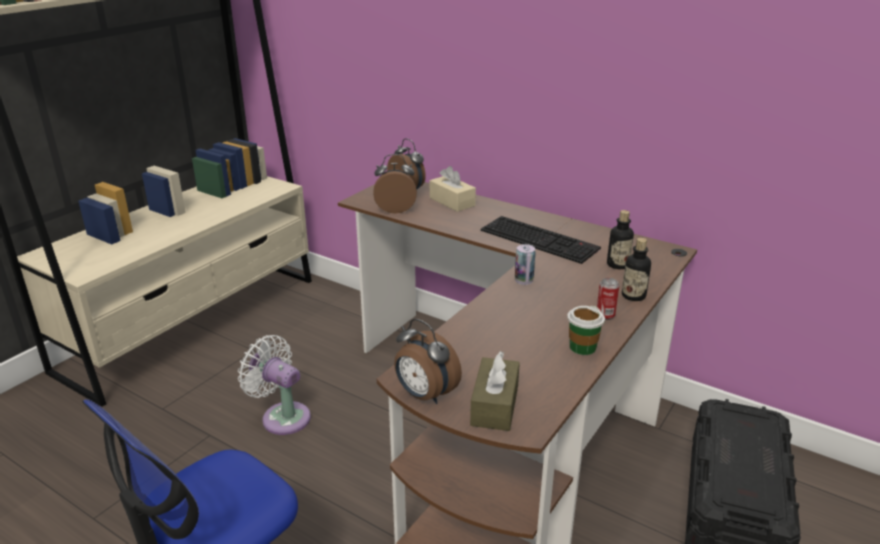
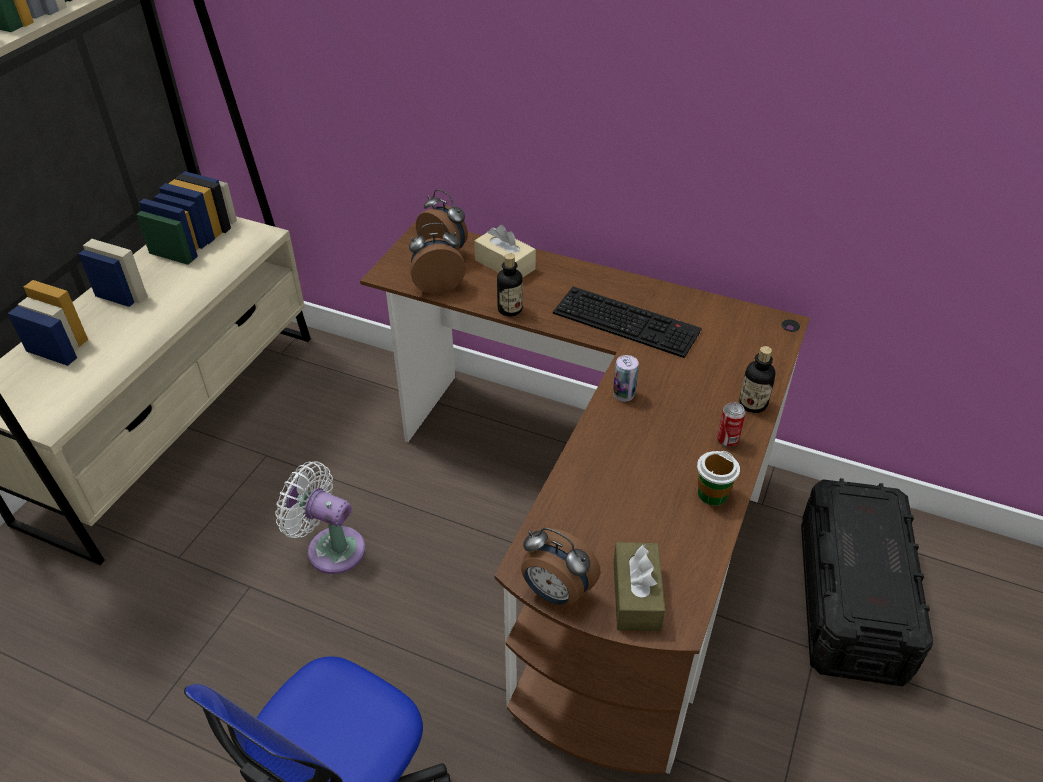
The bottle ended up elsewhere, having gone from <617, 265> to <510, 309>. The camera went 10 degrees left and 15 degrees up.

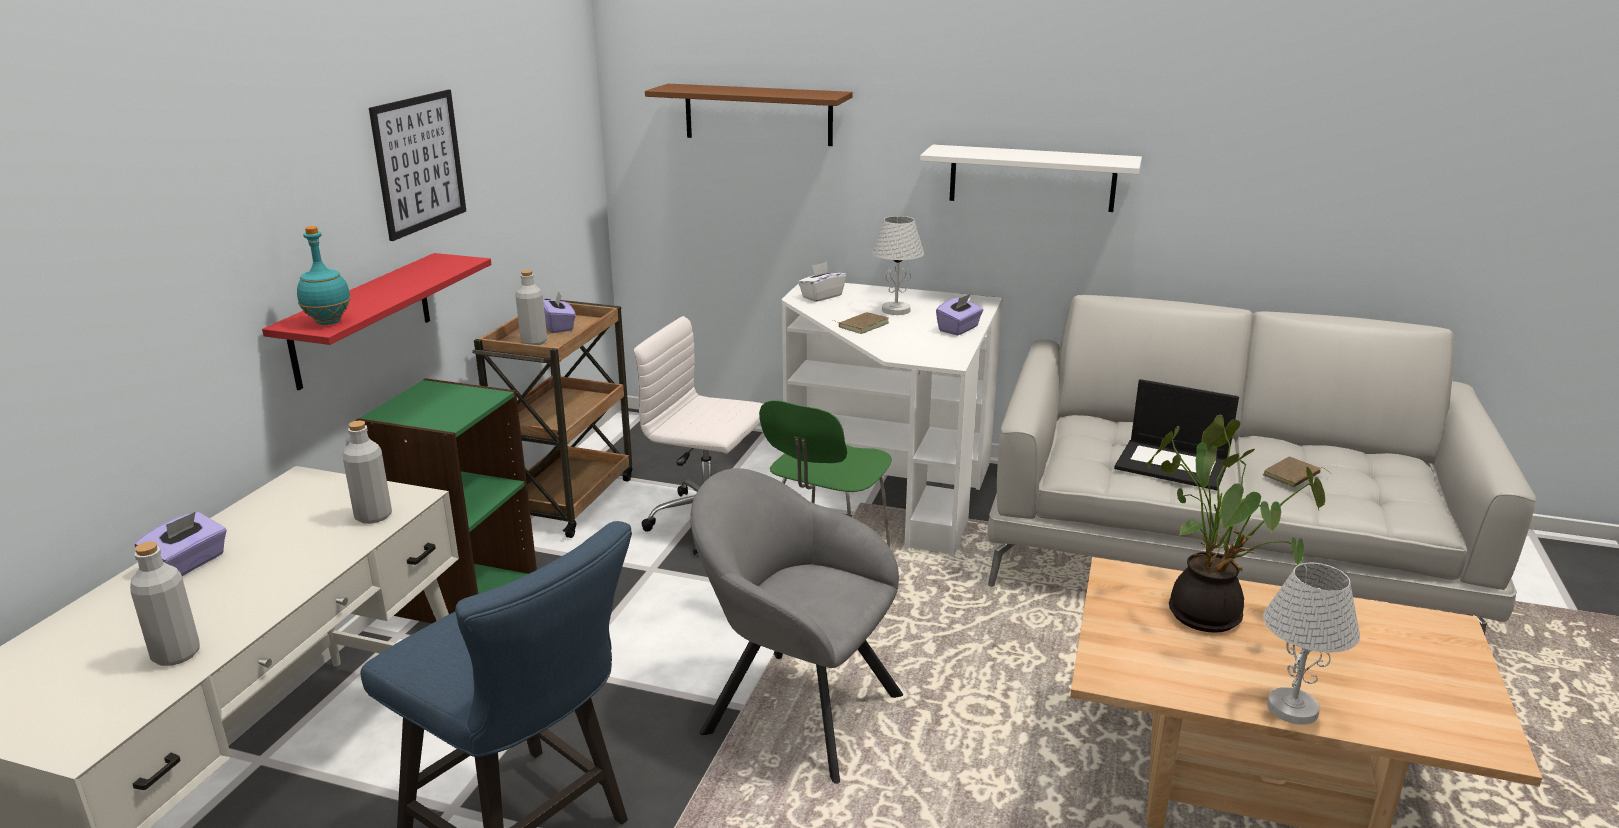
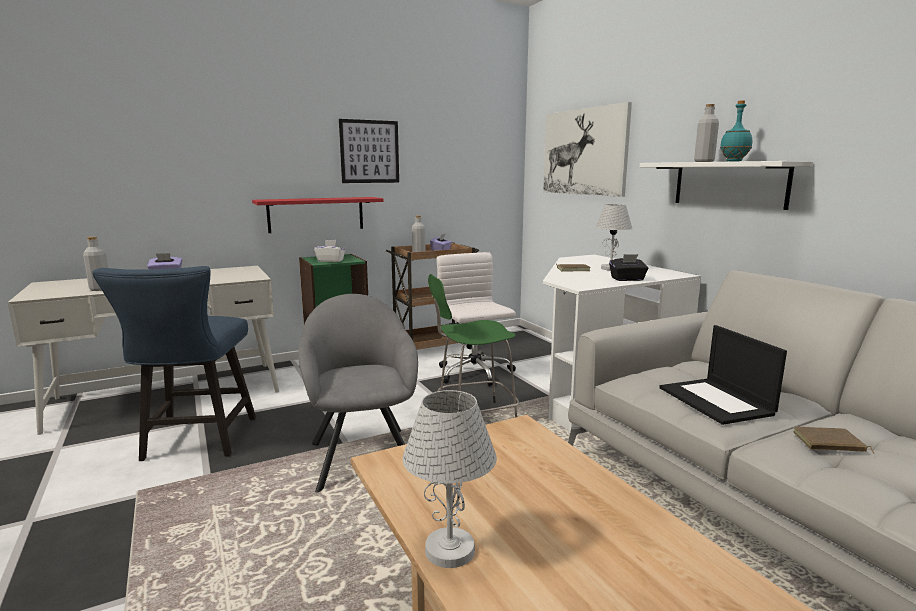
The white tissue box ended up elsewhere, having gone from <821, 296> to <330, 261>. Where the brown shelf hung at <758, 114>, the picture came to hang at <584, 152>. What was the purple tissue box at <959, 329> turned into the black tissue box at <627, 279>. The grey bottle ended up elsewhere, having gone from <373, 516> to <704, 161>. The turquoise bottle ended up elsewhere, having gone from <328, 322> to <734, 161>. The second view lost the potted plant at <1209, 613>. The camera went 45 degrees right and 10 degrees down.

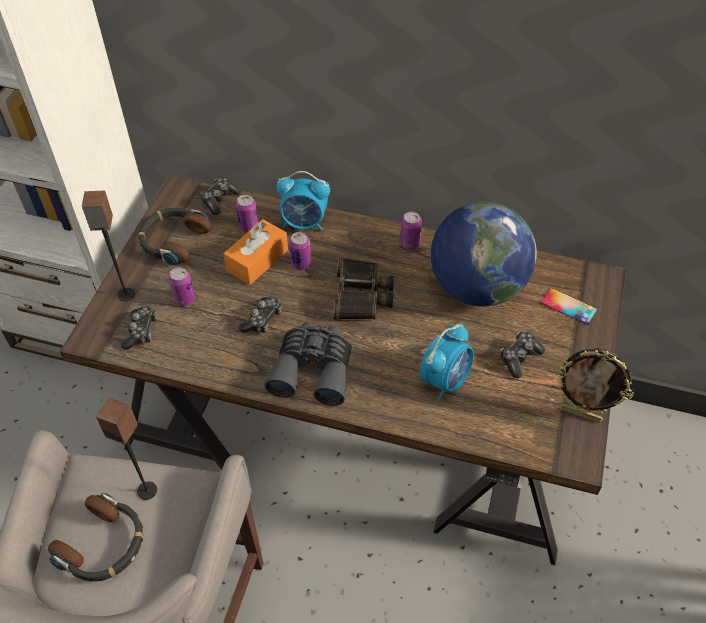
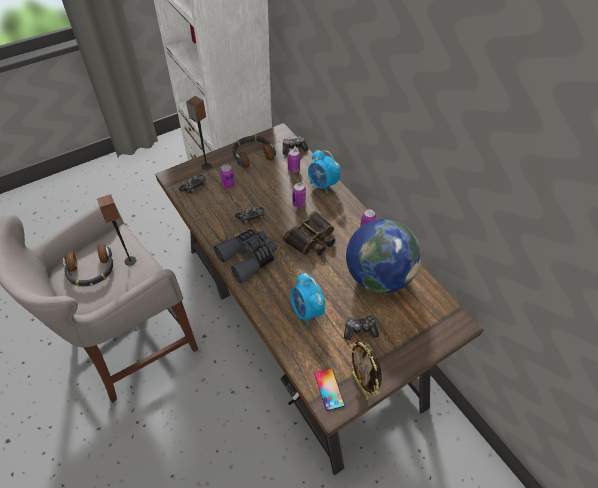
The alarm clock at <445, 380> ended up facing another way, 75 degrees clockwise from before. The phone ended up elsewhere, having gone from <569, 306> to <329, 389>. The second view lost the orange tissue box at <257, 260>. The camera went 40 degrees right and 0 degrees up.

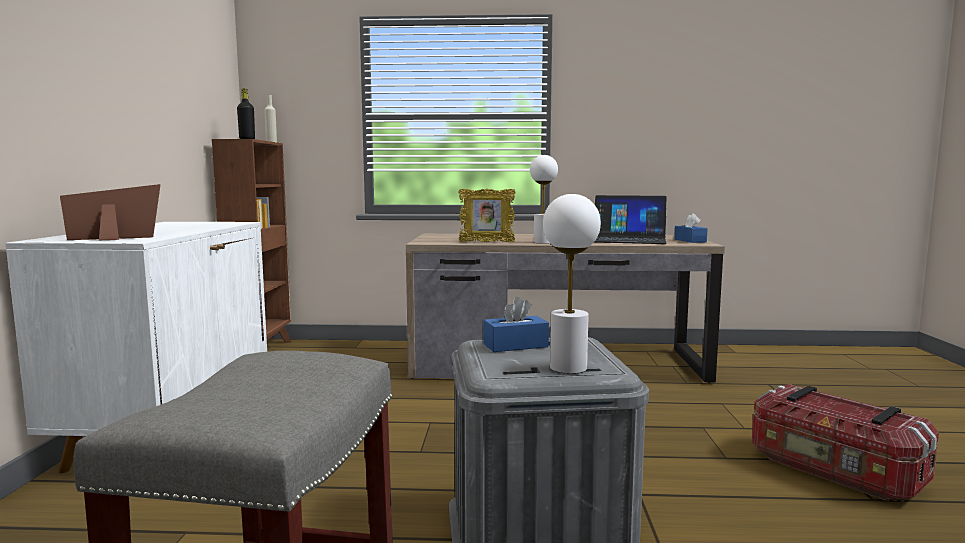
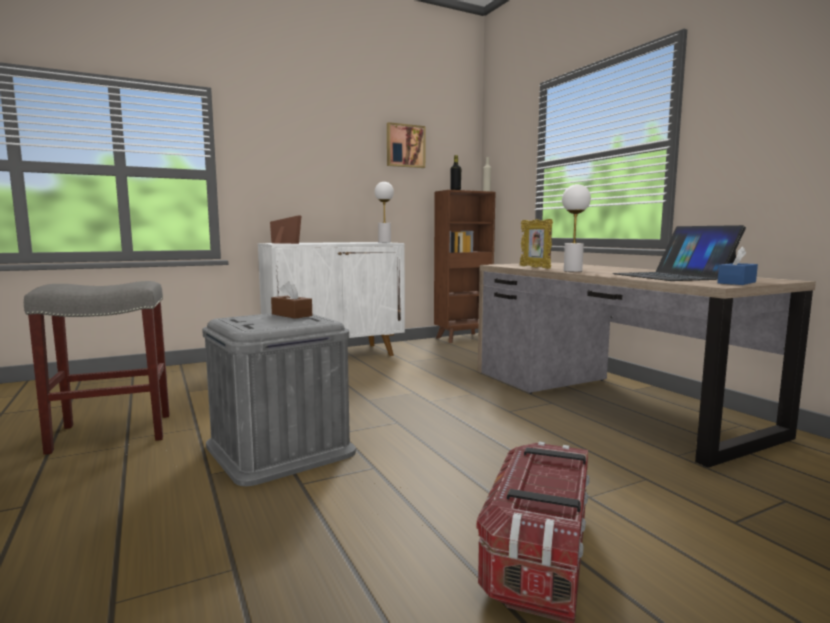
What was the blue tissue box at <515, 345> turned into the brown tissue box at <291, 315>. The white table lamp ended up elsewhere, having gone from <568, 368> to <384, 242>. The second view gained the picture at <405, 146>. The camera went 60 degrees right and 0 degrees up.

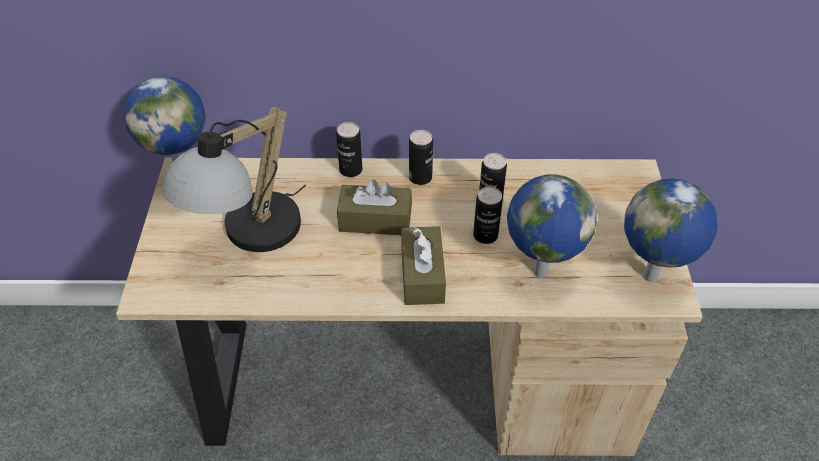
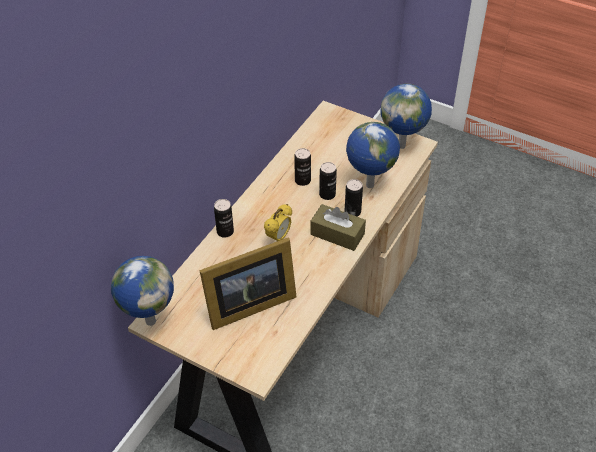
Where the table lamp stood at <249, 238>, the picture frame came to stand at <247, 305>. Where the brown tissue box stood at <375, 220>, the alarm clock came to stand at <278, 237>. The can ended up elsewhere, having gone from <420, 177> to <352, 212>. The camera went 60 degrees left and 0 degrees up.

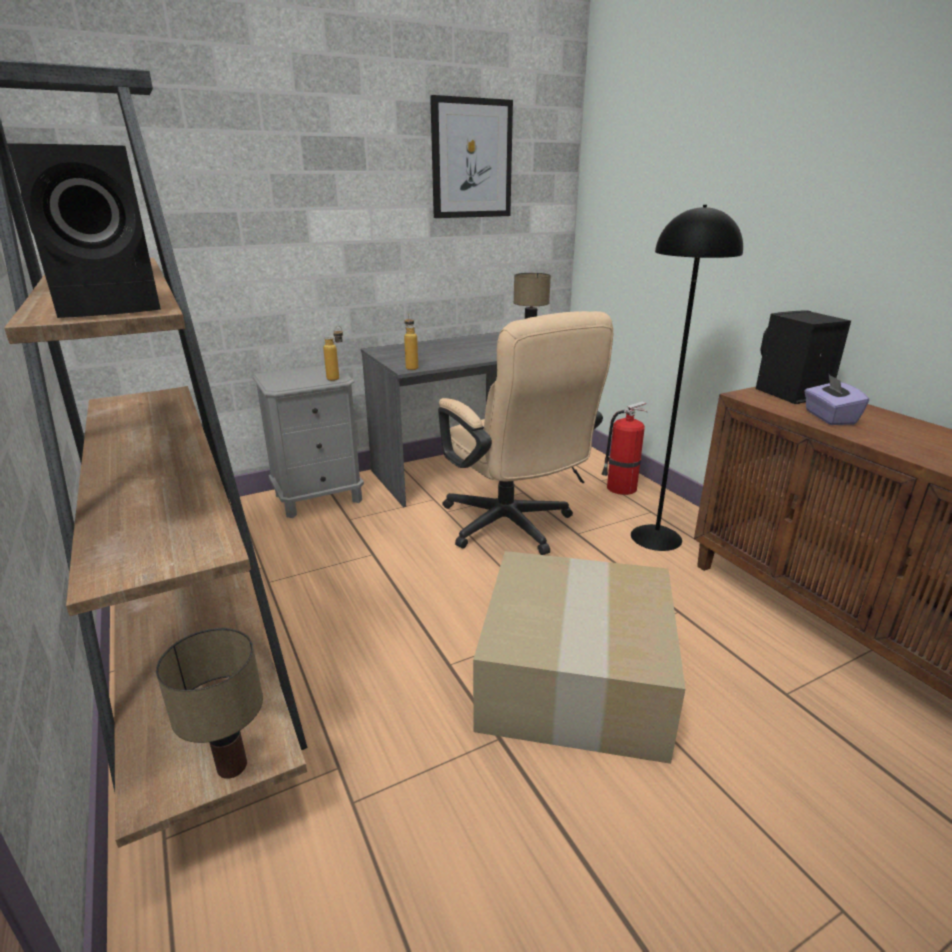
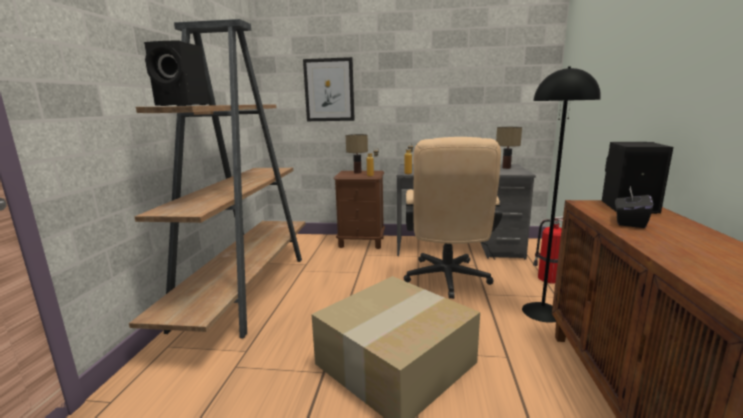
The picture ended up elsewhere, having gone from <471, 159> to <329, 90>. What was the grey nightstand at <318, 498> turned into the brown nightstand at <361, 242>. The table lamp ended up elsewhere, having gone from <230, 766> to <357, 172>. What was the purple tissue box at <829, 418> turned into the black tissue box at <629, 222>. The camera went 35 degrees right and 10 degrees down.

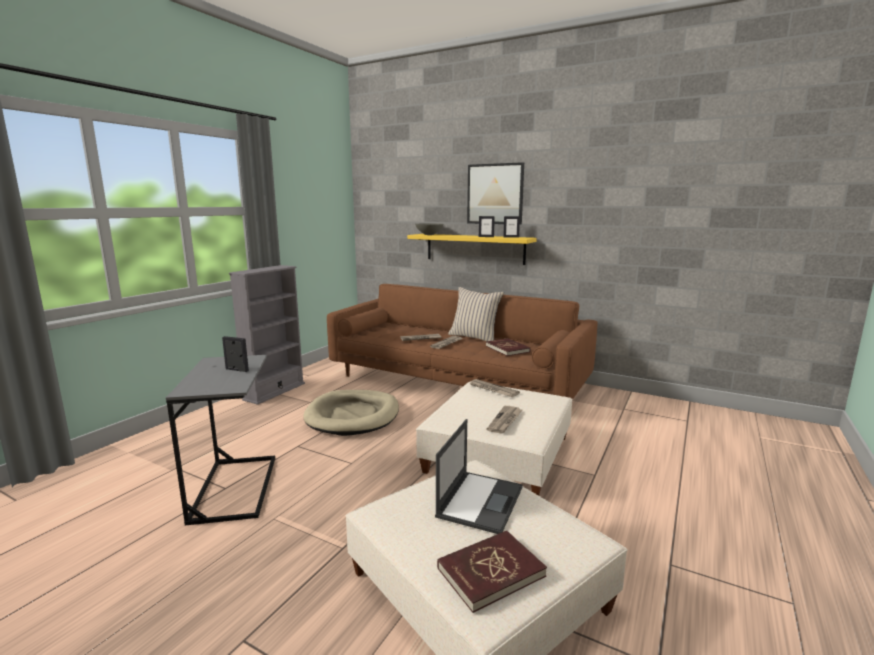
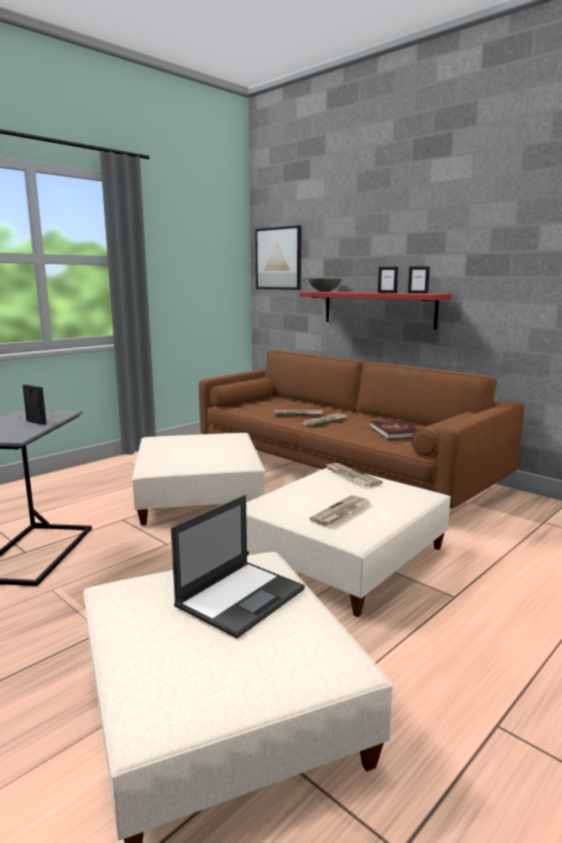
Where the beige dog bed stood at <353, 416>, the beige ottoman came to stand at <199, 495>. The picture ended up elsewhere, having gone from <495, 194> to <278, 258>. What was the yellow shelf at <474, 248> turned into the red shelf at <378, 309>. The second view lost the grey bookcase at <274, 391>. The second view lost the red book at <490, 572>. The second view lost the beige pillow at <474, 337>. The camera went 15 degrees right and 0 degrees up.

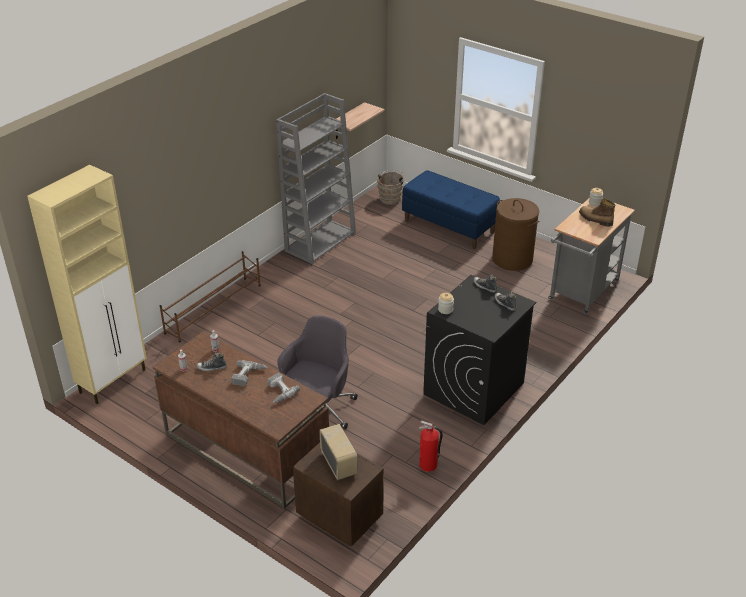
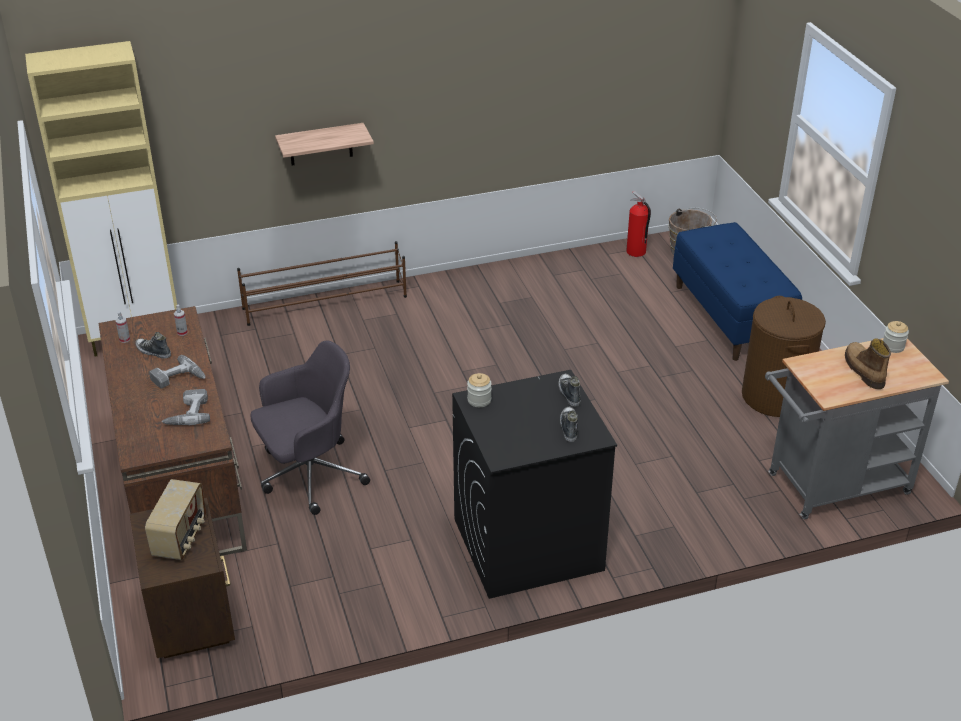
The shelf ended up elsewhere, having gone from <347, 121> to <320, 144>. The fire extinguisher ended up elsewhere, having gone from <428, 465> to <636, 252>. The second view lost the grey bookcase at <320, 241>. The camera went 35 degrees right and 0 degrees up.

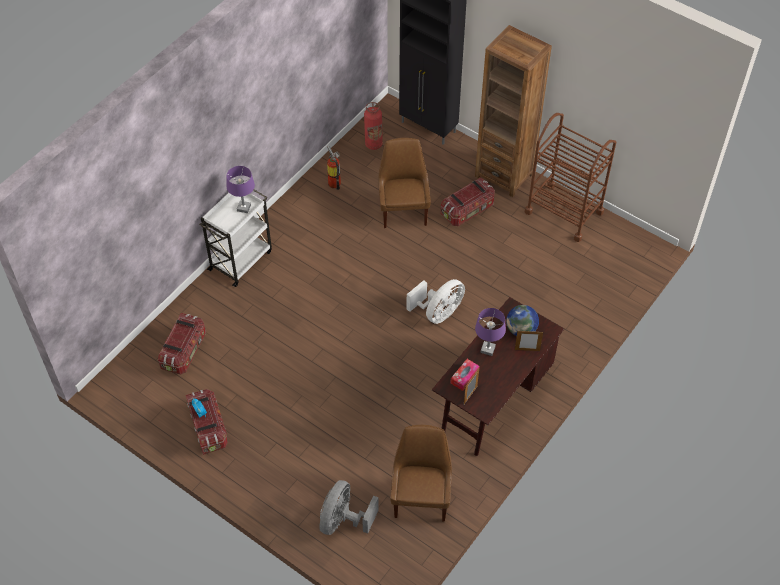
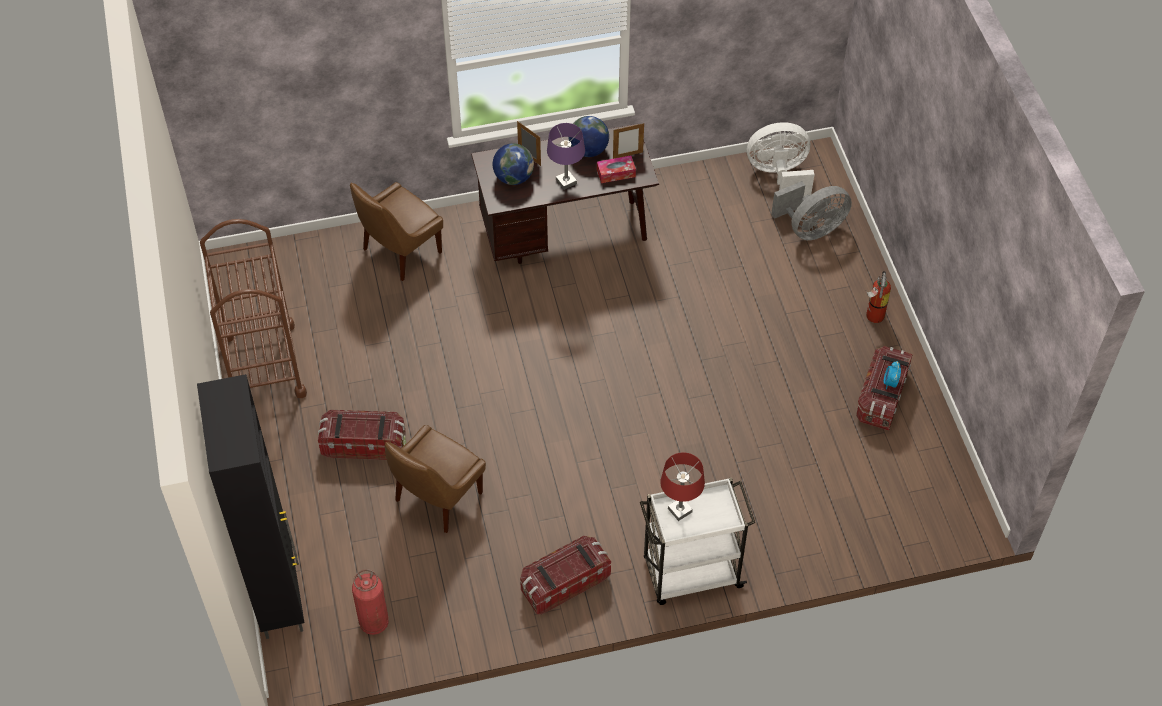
The brown chair ended up elsewhere, having gone from <421, 497> to <399, 252>. The storage box ended up elsewhere, having gone from <184, 351> to <564, 583>. The second view gained the globe at <588, 150>. What was the purple table lamp at <244, 208> turned into the red table lamp at <679, 510>. The white fan ended up elsewhere, having gone from <438, 313> to <779, 175>. The fire extinguisher ended up elsewhere, having gone from <334, 182> to <873, 317>. The second view lost the brown bookcase at <504, 175>. The camera went 140 degrees left and 0 degrees up.

